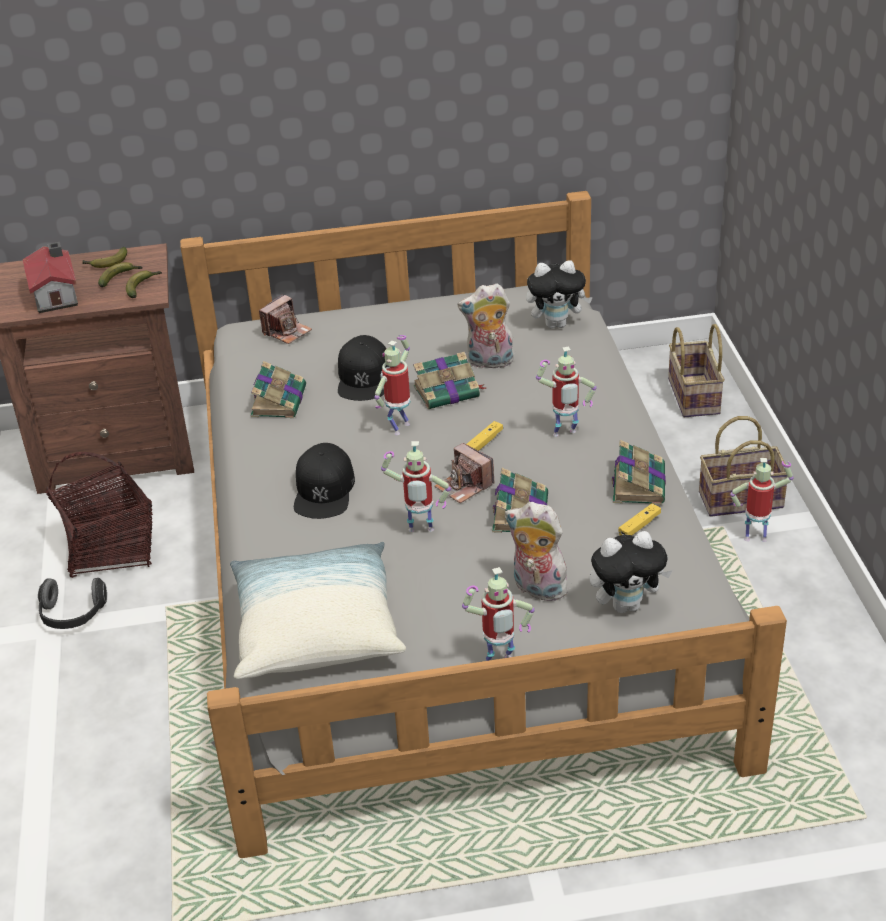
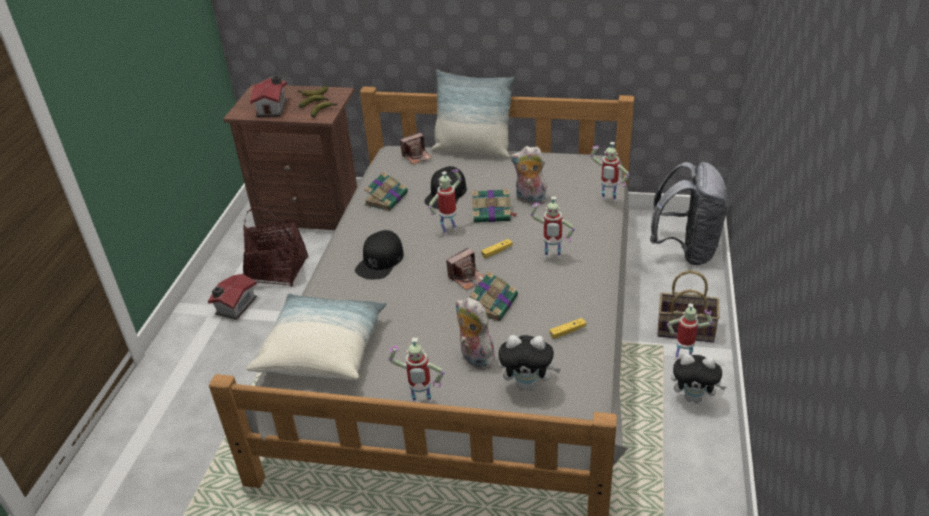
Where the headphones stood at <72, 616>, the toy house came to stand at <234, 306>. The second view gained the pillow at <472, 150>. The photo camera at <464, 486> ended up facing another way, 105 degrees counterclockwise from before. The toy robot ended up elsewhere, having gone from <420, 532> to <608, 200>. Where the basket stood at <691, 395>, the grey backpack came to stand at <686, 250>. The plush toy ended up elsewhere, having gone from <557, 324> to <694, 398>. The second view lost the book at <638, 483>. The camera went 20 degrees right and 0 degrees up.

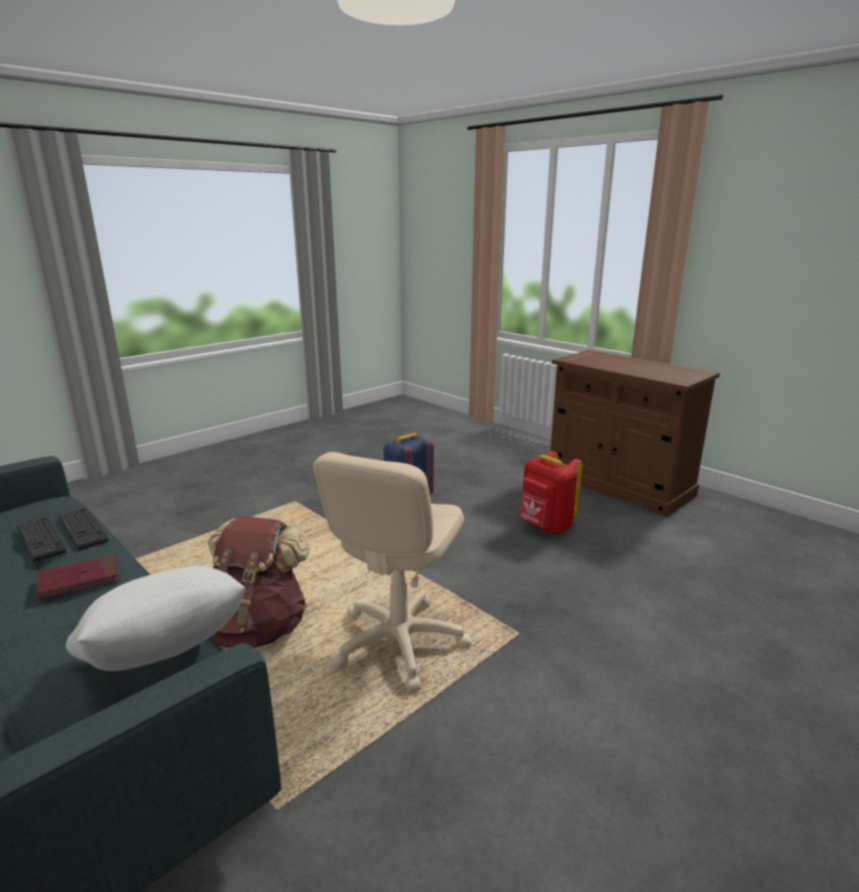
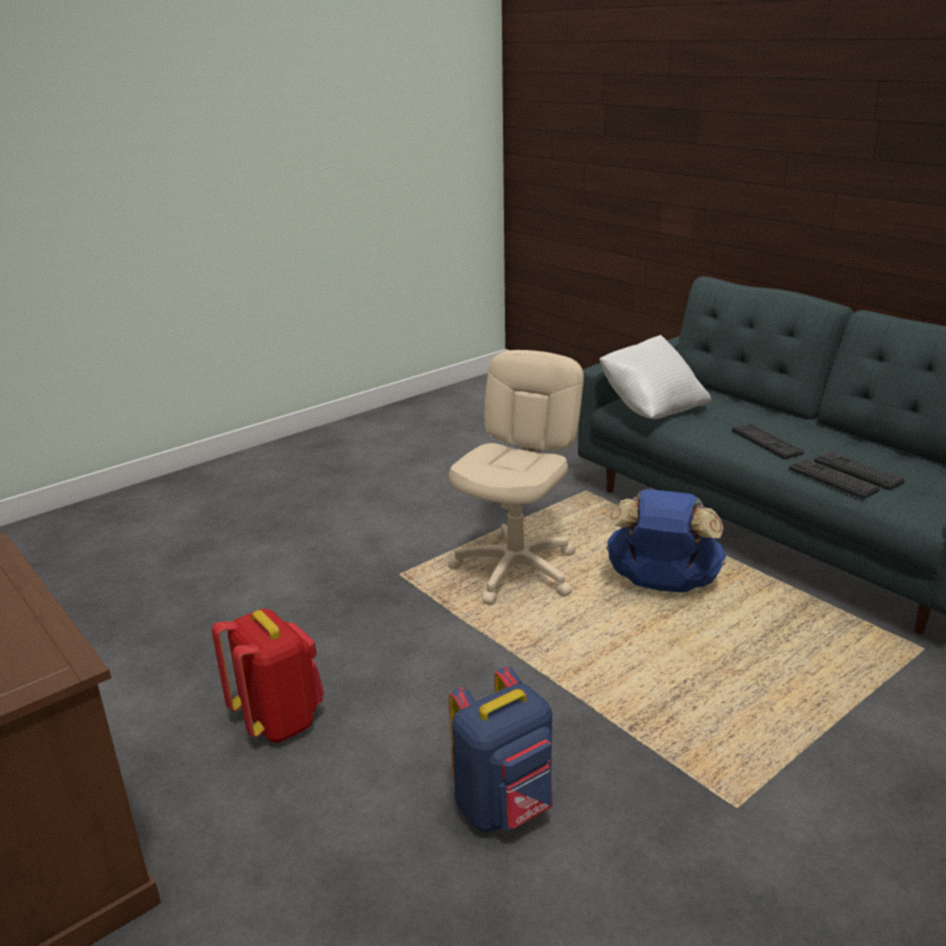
What was the brown backpack at <256, 628> turned into the blue backpack at <662, 585>. Where the red book stood at <80, 580>, the keyboard came to stand at <766, 442>. The camera went 175 degrees left and 5 degrees up.

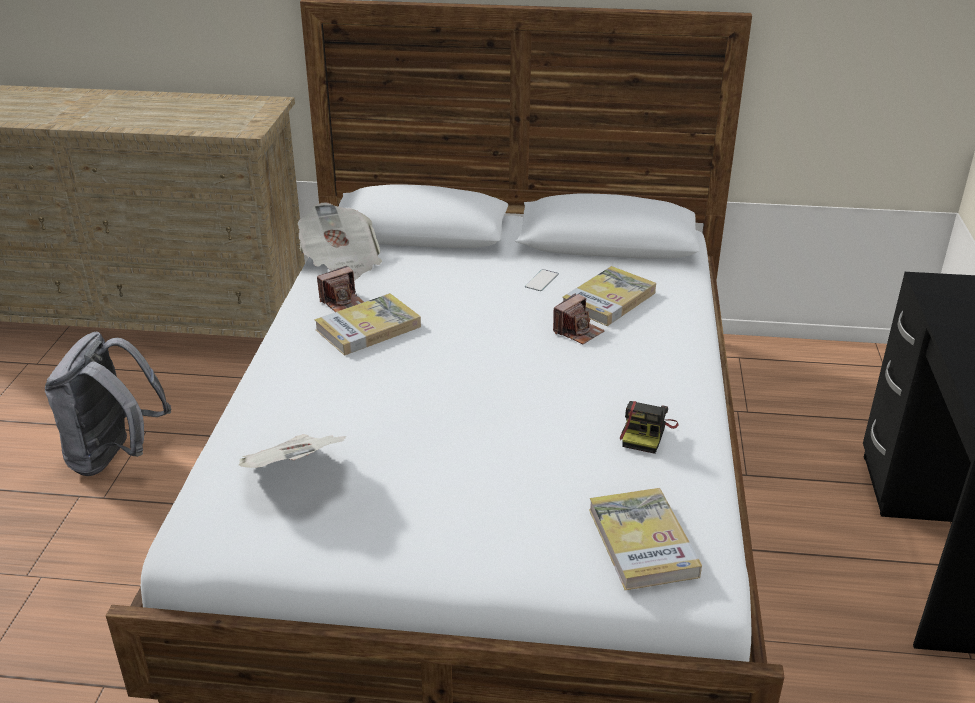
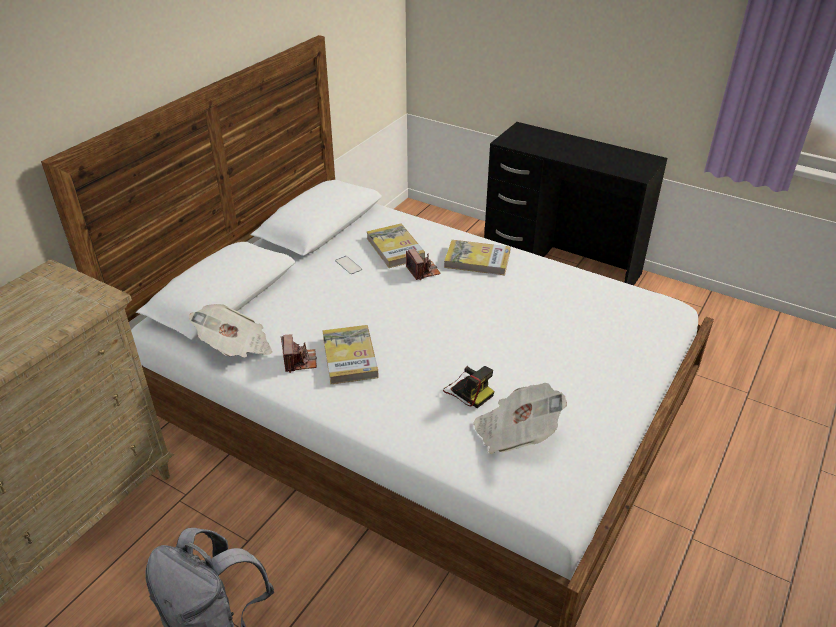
The photo camera ended up elsewhere, having gone from <646, 433> to <468, 391>. The book ended up elsewhere, having gone from <642, 542> to <477, 260>. The camera went 65 degrees left and 5 degrees up.

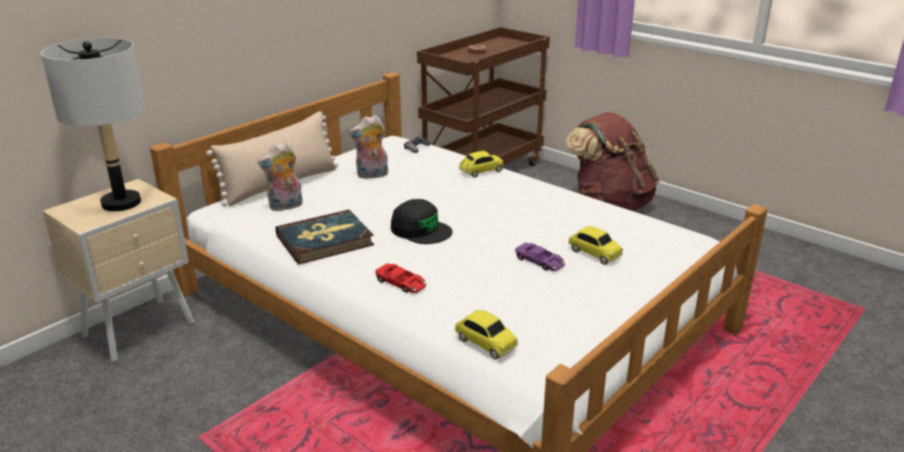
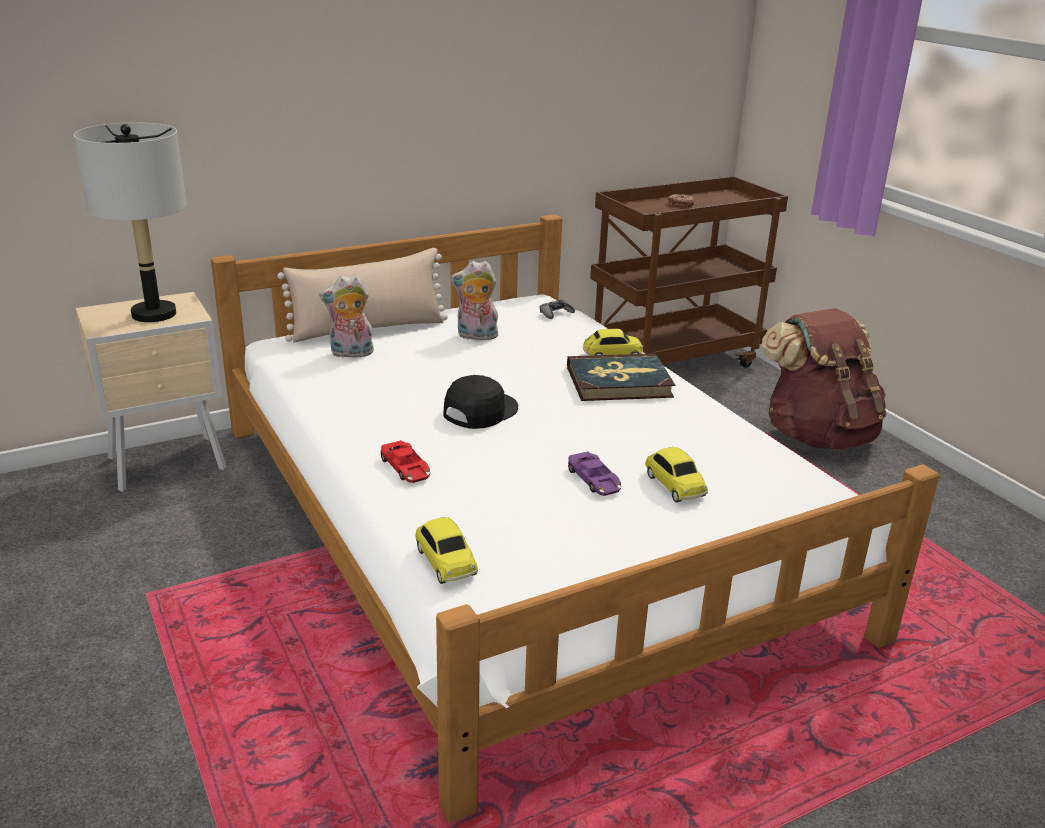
The black cap at <421, 230> ended up facing another way, 105 degrees counterclockwise from before. The book ended up elsewhere, having gone from <325, 240> to <619, 382>. The camera went 20 degrees right and 0 degrees up.

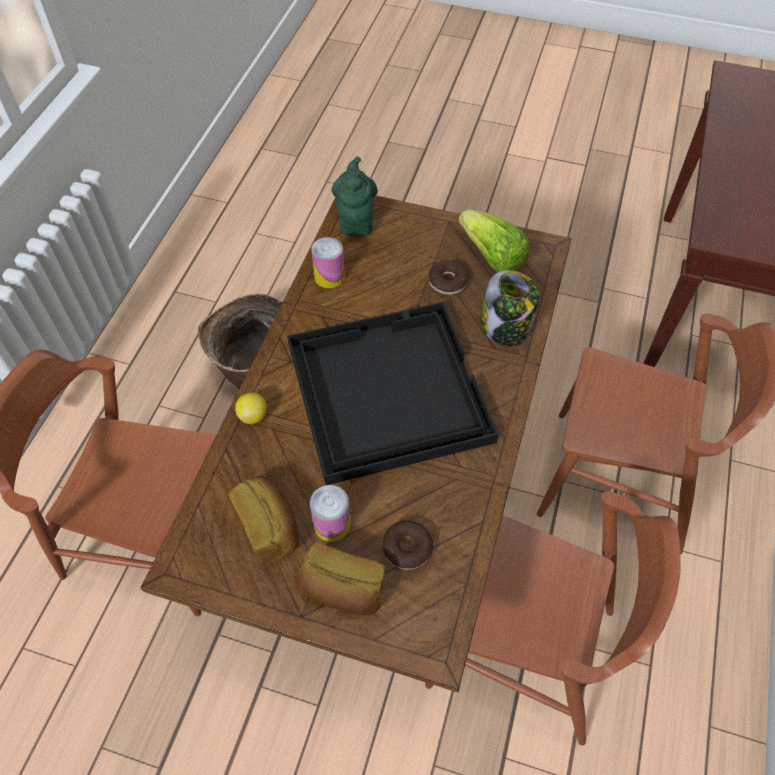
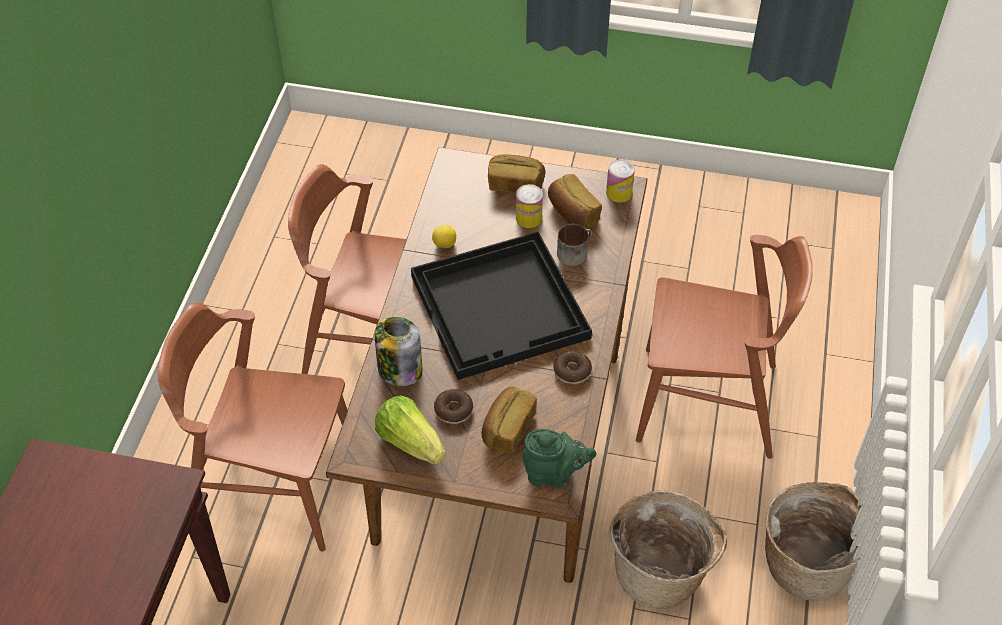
The lemon ended up elsewhere, having gone from <253, 416> to <444, 245>. The second view gained the bread at <507, 429>. The green teapot at <356, 220> ended up facing another way, 75 degrees counterclockwise from before. The donut ended up elsewhere, having gone from <407, 548> to <572, 371>. The second view gained the mug at <574, 252>. The can ended up elsewhere, having gone from <329, 276> to <619, 193>. The second view gained the basket at <805, 563>. The camera went 175 degrees right and 5 degrees down.

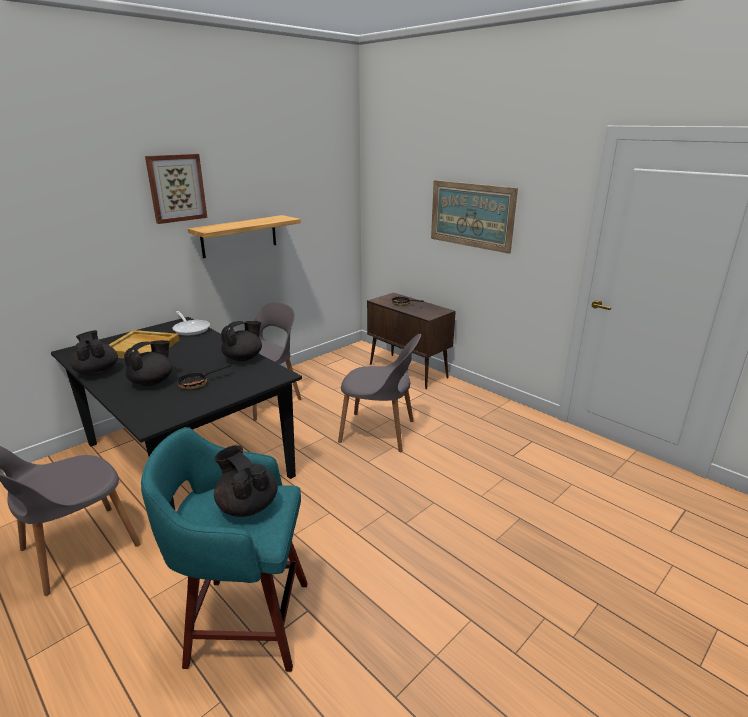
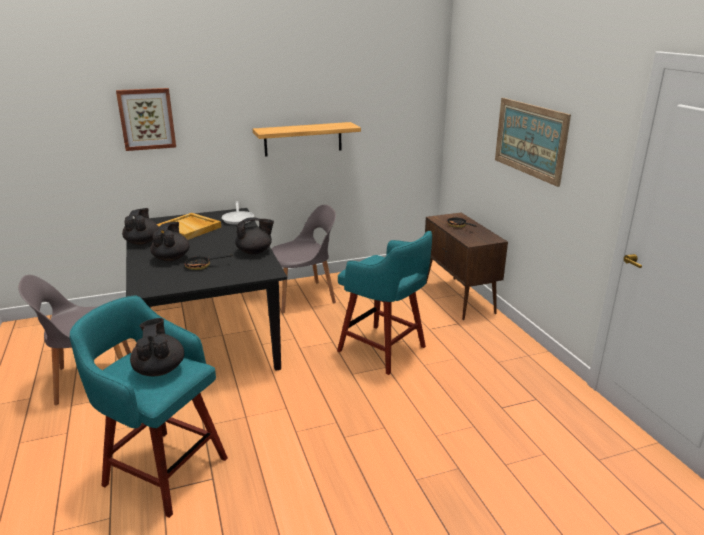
The picture ended up elsewhere, having gone from <176, 188> to <147, 119>. The black teapot at <152, 382> ended up facing another way, 60 degrees counterclockwise from before. Where the grey chair stood at <379, 432>, the turquoise stool came to stand at <384, 350>. The camera went 25 degrees right and 0 degrees up.

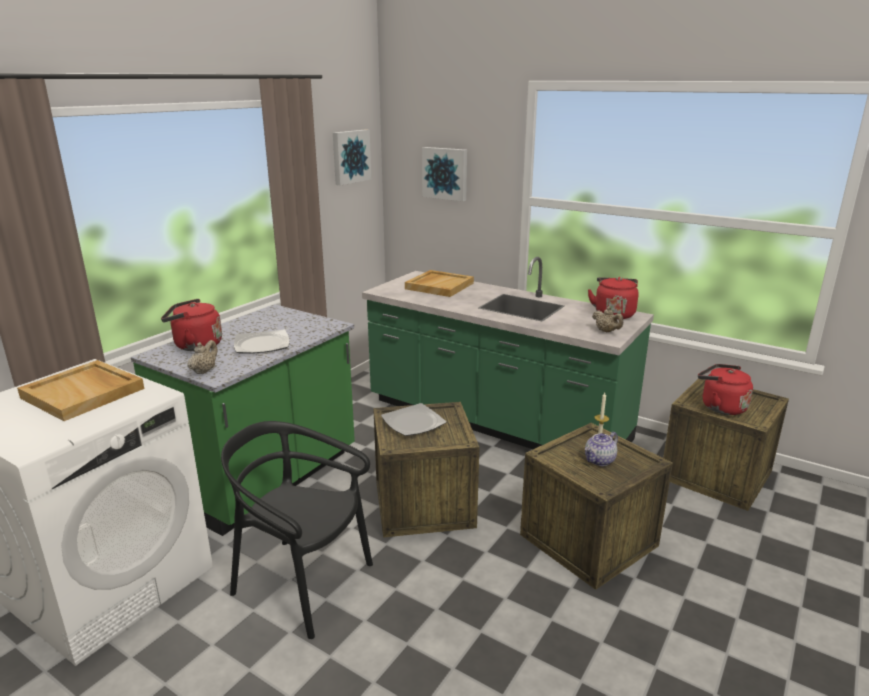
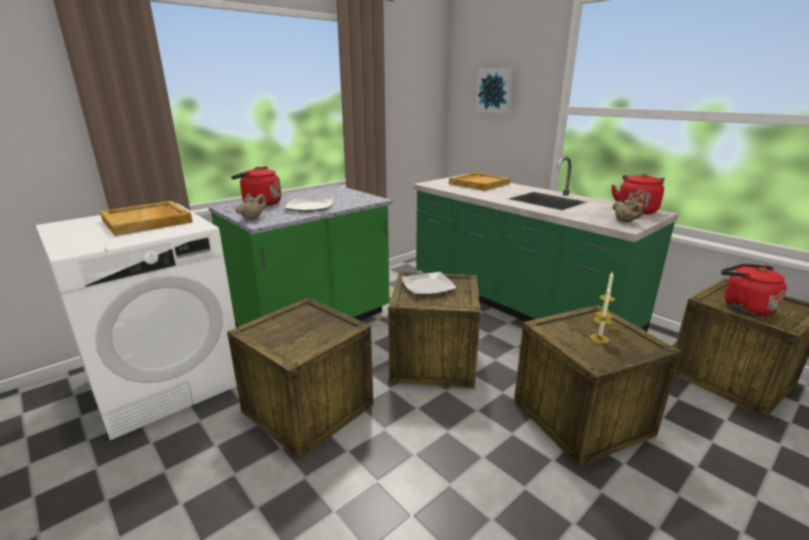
Where the black chair stood at <302, 583>, the crate came to stand at <308, 408>. Where the teapot stood at <600, 460>, the candle came to stand at <599, 338>. The second view lost the picture at <350, 156>. The camera went 15 degrees right and 0 degrees up.

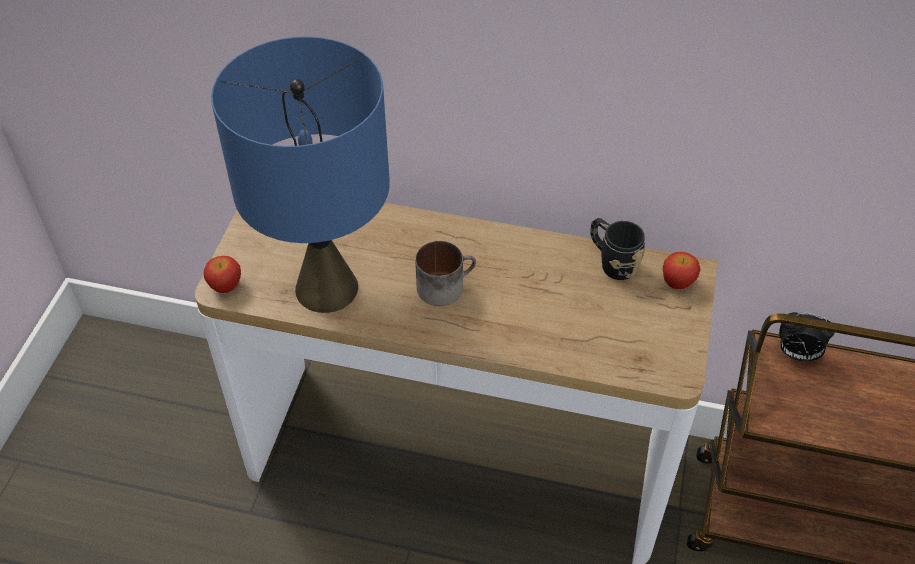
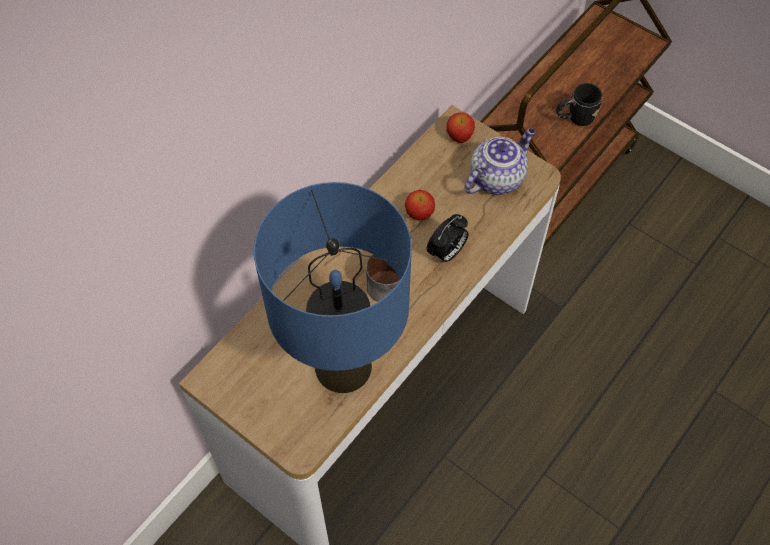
The apple ended up elsewhere, having gone from <225, 286> to <419, 213>. The alarm clock ended up elsewhere, having gone from <796, 354> to <446, 253>. The second view gained the teapot at <497, 177>. The black mug ended up elsewhere, having gone from <612, 262> to <575, 118>. The camera went 65 degrees left and 10 degrees up.

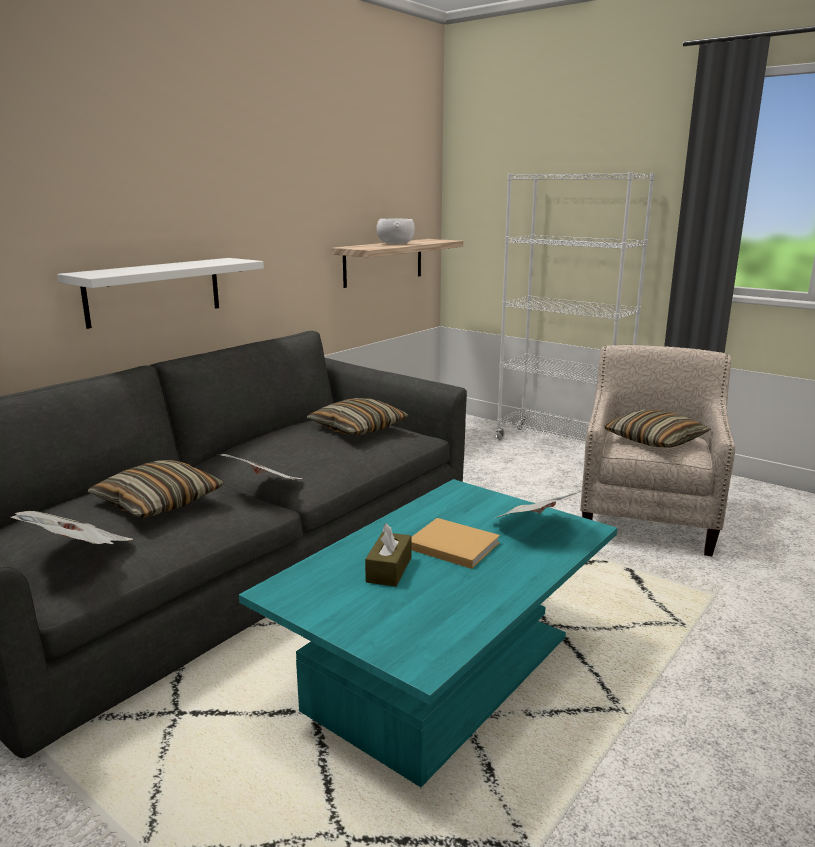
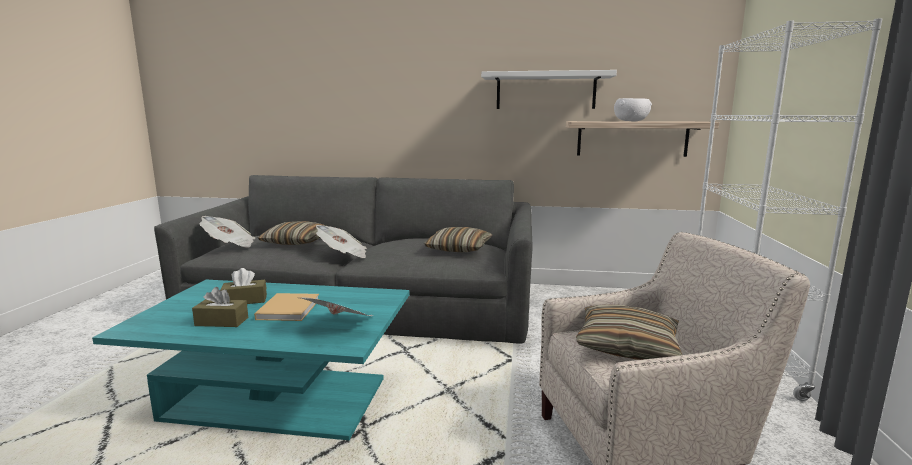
The second view gained the brown tissue box at <221, 321>. The white shelf ended up elsewhere, having gone from <154, 291> to <545, 91>. The camera went 60 degrees right and 5 degrees down.

